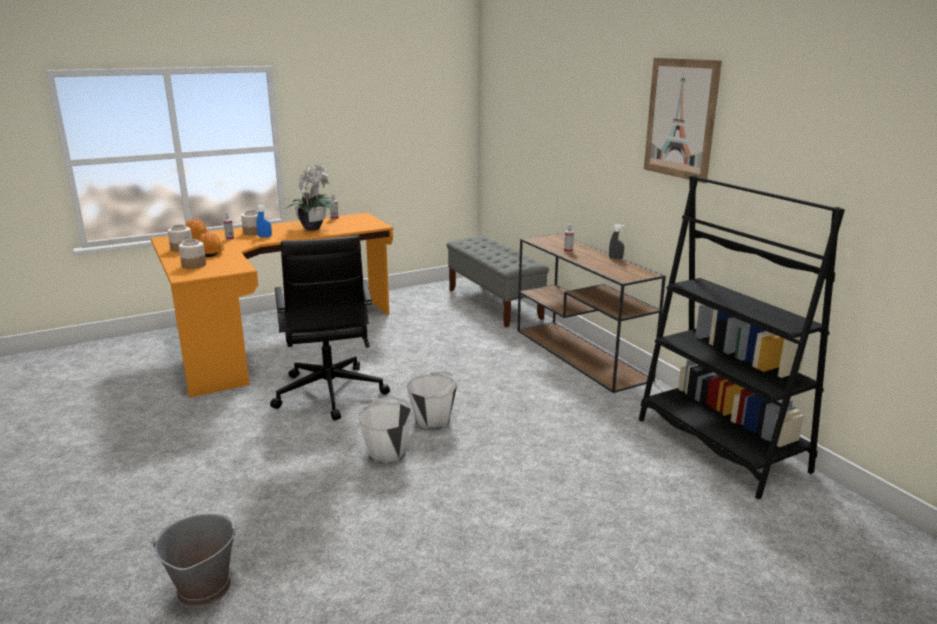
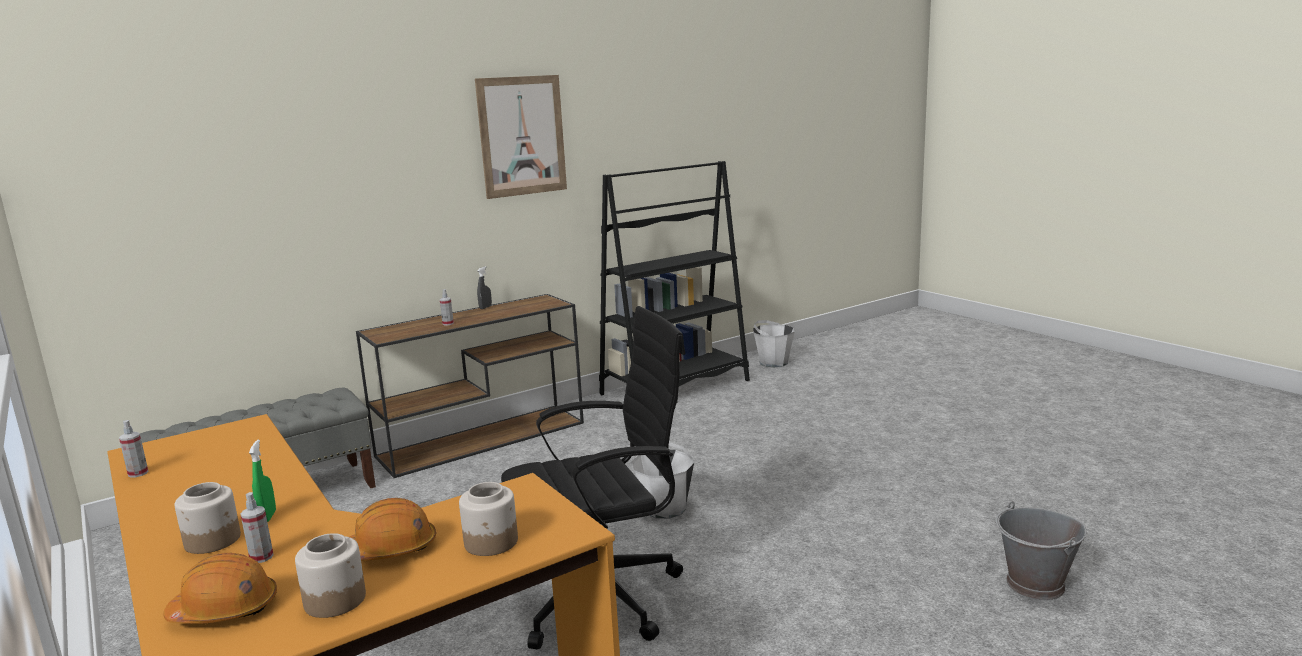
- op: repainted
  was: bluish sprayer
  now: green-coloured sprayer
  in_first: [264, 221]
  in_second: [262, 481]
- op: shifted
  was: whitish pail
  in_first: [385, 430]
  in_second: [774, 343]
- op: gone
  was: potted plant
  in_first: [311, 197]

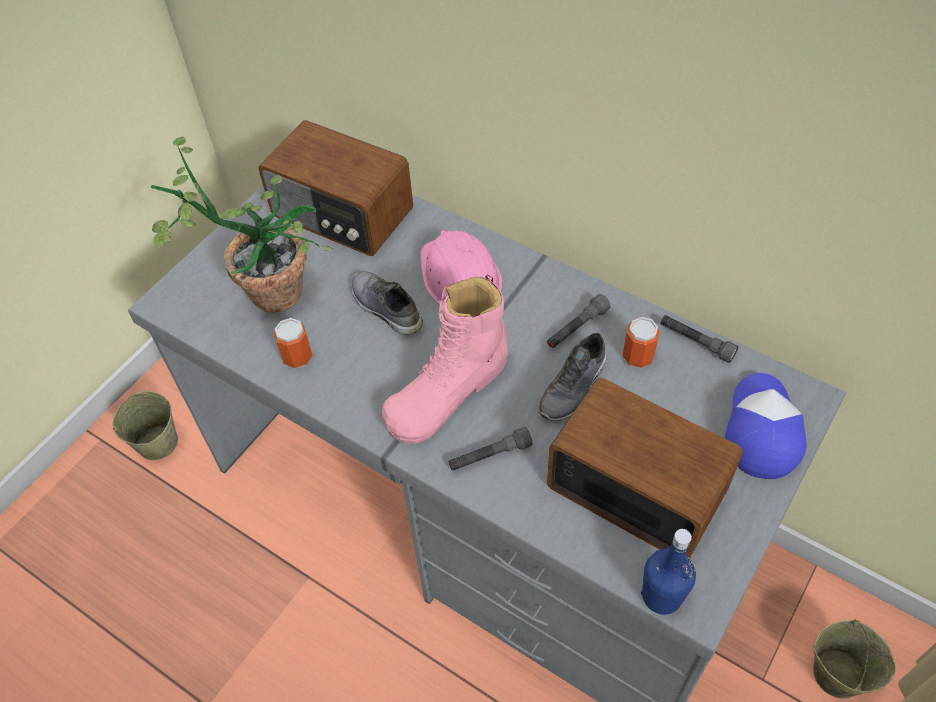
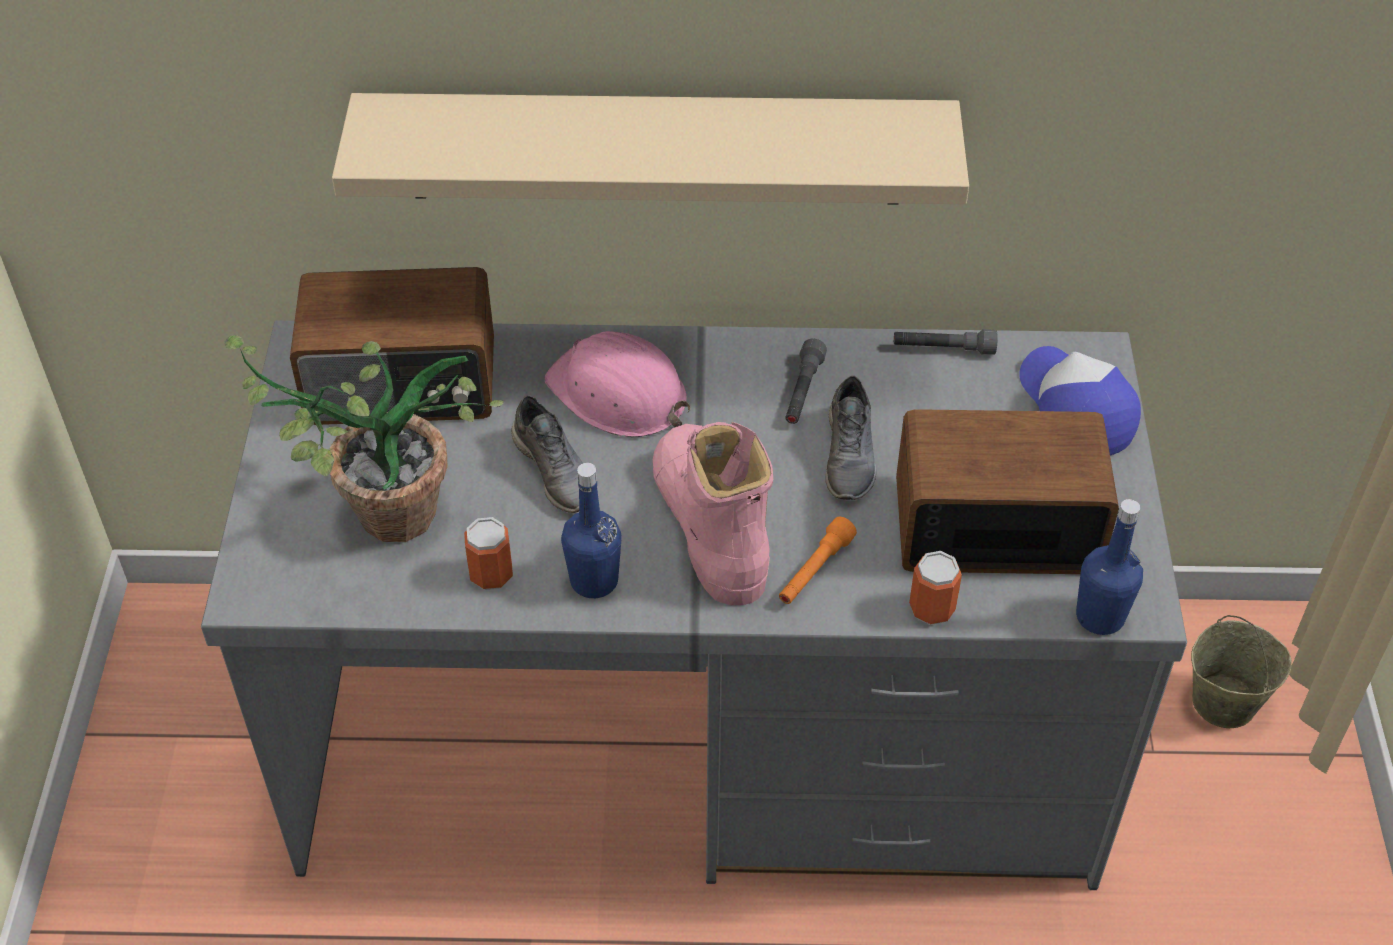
- op: new
  now: beige-coloured bracket shelf
  in_second: [650, 149]
- op: rotated
  was: greyish shoe
  in_first: [387, 303]
  in_second: [547, 454]
  clockwise: -135
- op: new
  now: bluish drink bottle
  in_second: [591, 530]
- op: rotated
  was: pink-coloured tall boot
  in_first: [445, 359]
  in_second: [713, 513]
  clockwise: 150
- op: repainted
  was: greyish torch
  now: orange-coloured torch
  in_first: [491, 449]
  in_second: [818, 560]
- op: shifted
  was: sealed can
  in_first: [641, 342]
  in_second: [935, 588]
- op: gone
  was: beige-coloured pail
  in_first: [145, 425]

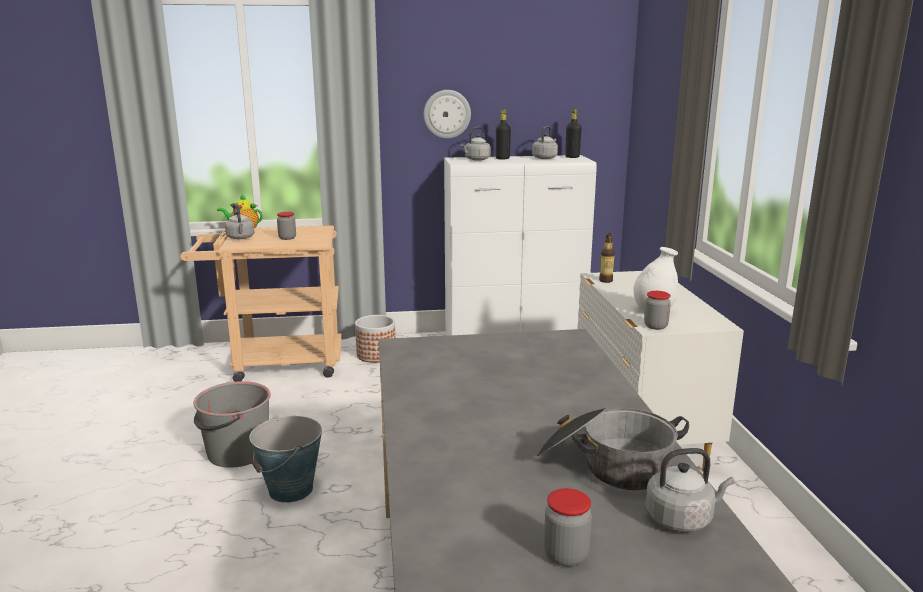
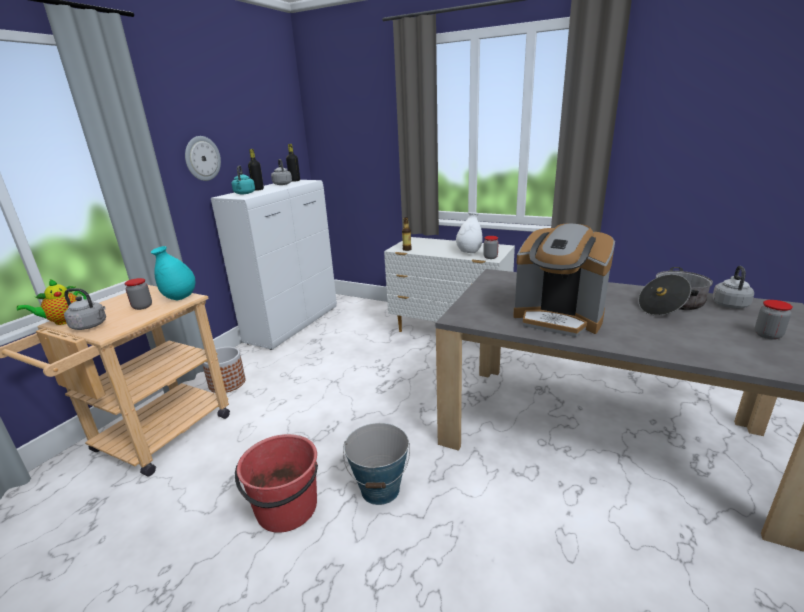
- op: new
  now: turquoise-coloured decorative vase
  in_second: [173, 273]
- op: repainted
  was: greyish tea kettle
  now: turquoise-coloured tea kettle
  in_first: [476, 144]
  in_second: [243, 179]
- op: repainted
  was: greyish pail
  now: red pail
  in_first: [232, 424]
  in_second: [276, 483]
- op: new
  now: coffee maker
  in_second: [564, 280]

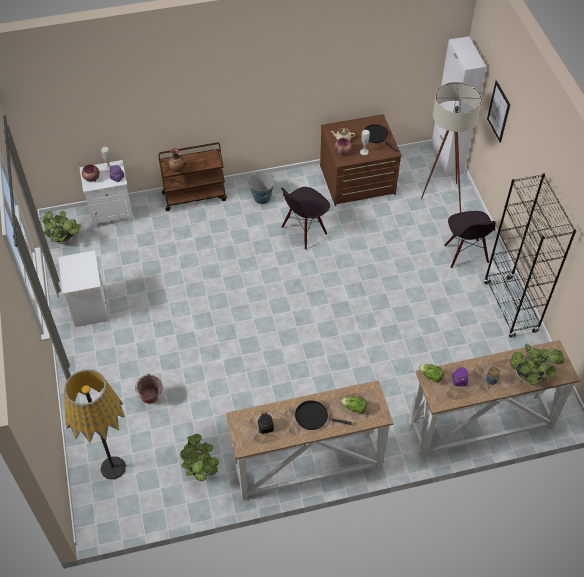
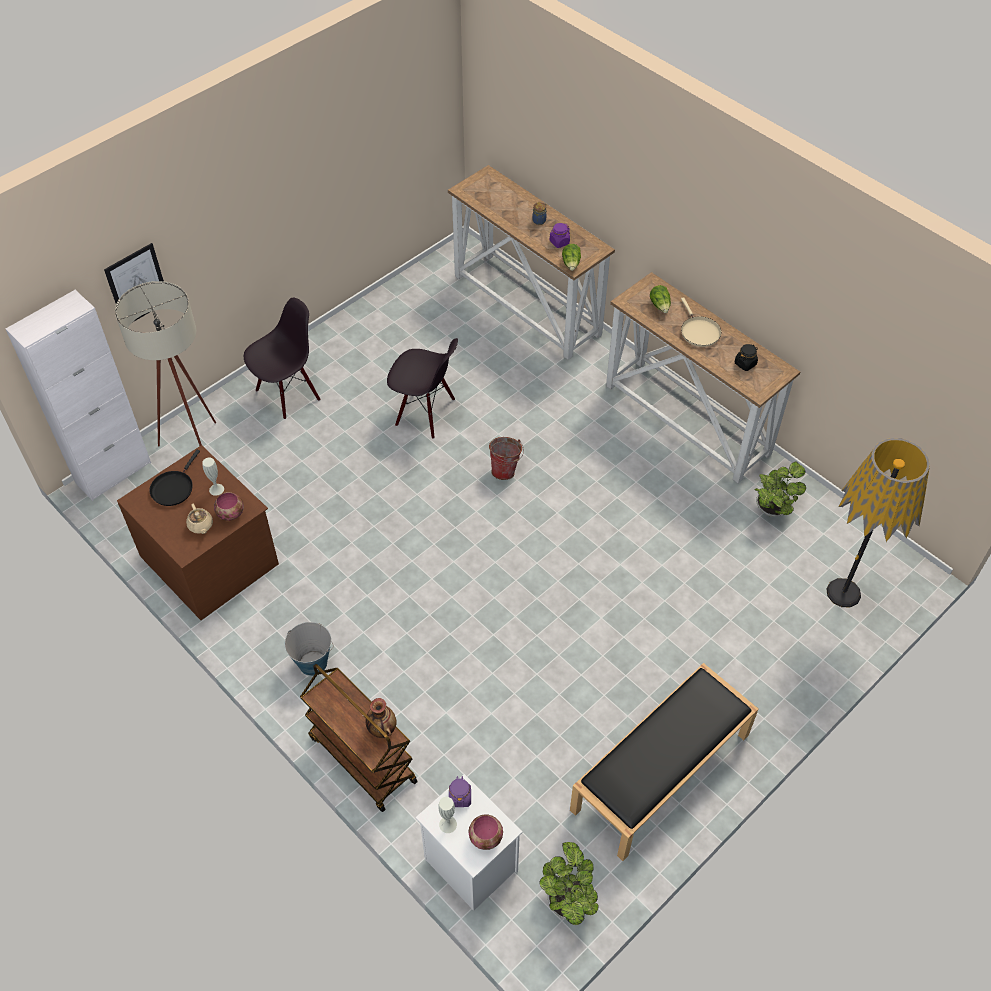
- op: shifted
  was: black-coloured plain chair
  in_first: [305, 218]
  in_second: [422, 388]
- op: shifted
  was: pail
  in_first: [148, 389]
  in_second: [506, 458]
- op: swapped
  was: whitish bedside table
  now: black-coloured long seat
  in_first: [83, 288]
  in_second: [664, 762]
- op: repainted
  was: black-coloured frying pan
  now: beige-coloured frying pan
  in_first: [323, 415]
  in_second: [701, 322]
- op: gone
  was: black-coloured bookcase
  in_first: [530, 256]
- op: gone
  was: potted plant
  in_first: [537, 364]

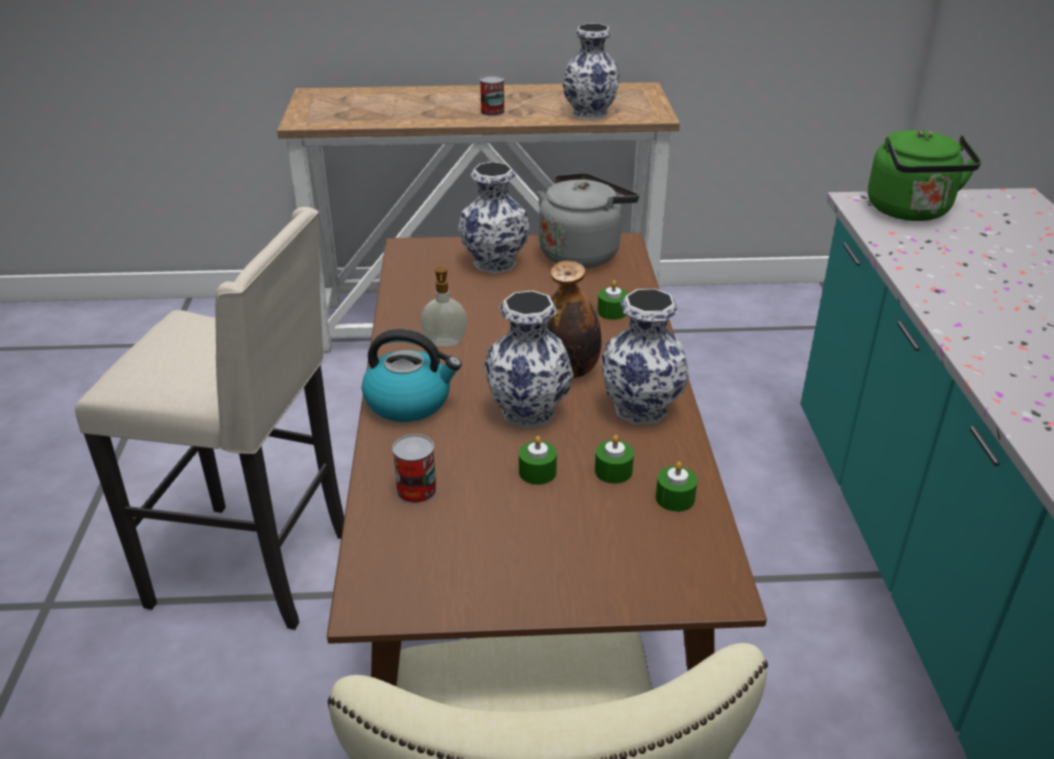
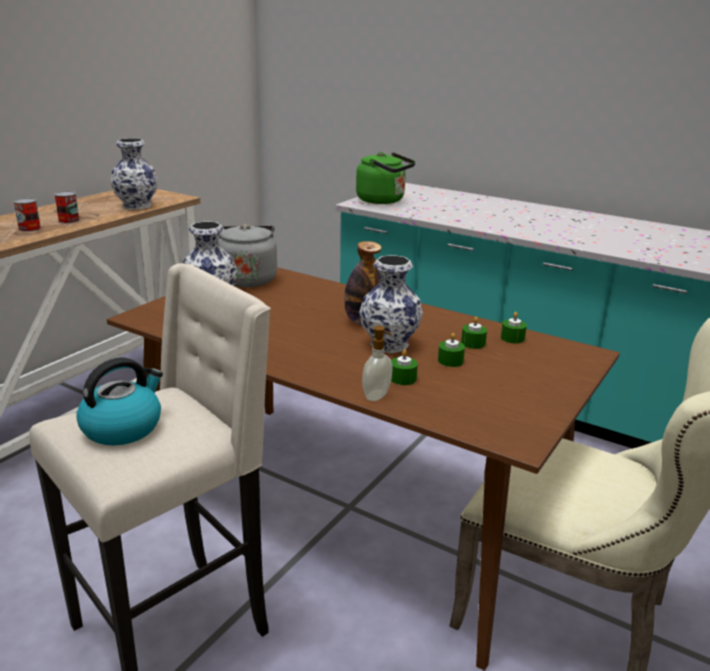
- op: shifted
  was: sealed can
  in_first: [414, 469]
  in_second: [27, 215]
- op: shifted
  was: tea kettle
  in_first: [412, 375]
  in_second: [119, 401]
- op: shifted
  was: soap bottle
  in_first: [444, 307]
  in_second: [377, 363]
- op: shifted
  was: green-coloured wax candle
  in_first: [612, 300]
  in_second: [404, 367]
- op: gone
  was: decorative vase
  in_first: [645, 356]

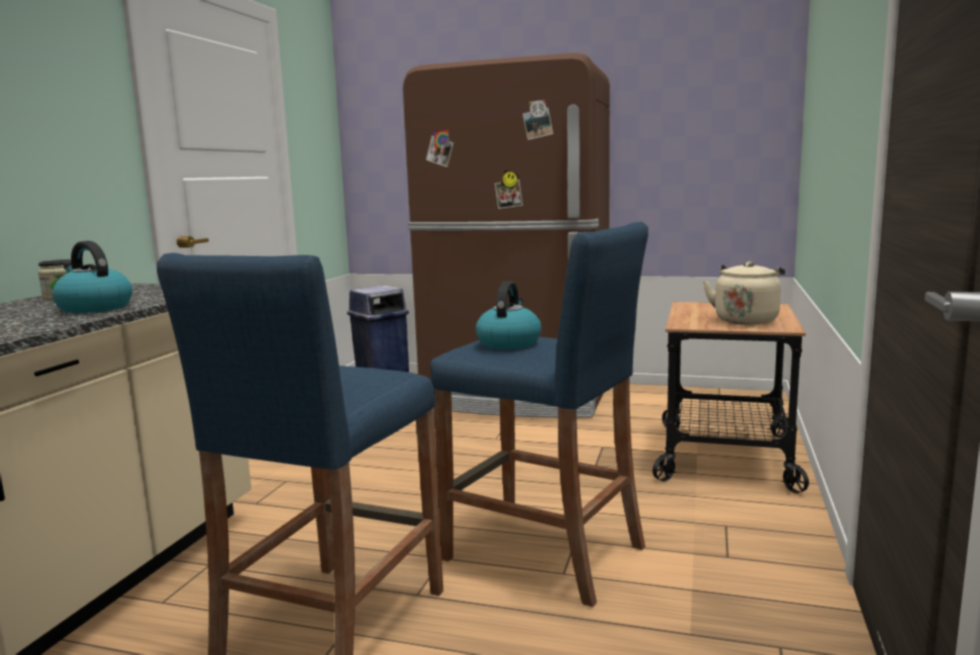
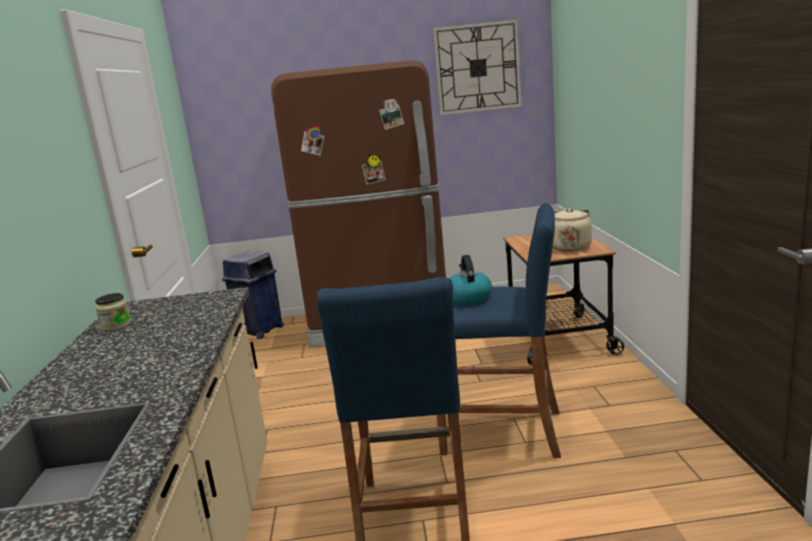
- op: new
  now: clock on the wall
  in_second: [477, 67]
- op: gone
  was: tea kettle
  in_first: [92, 277]

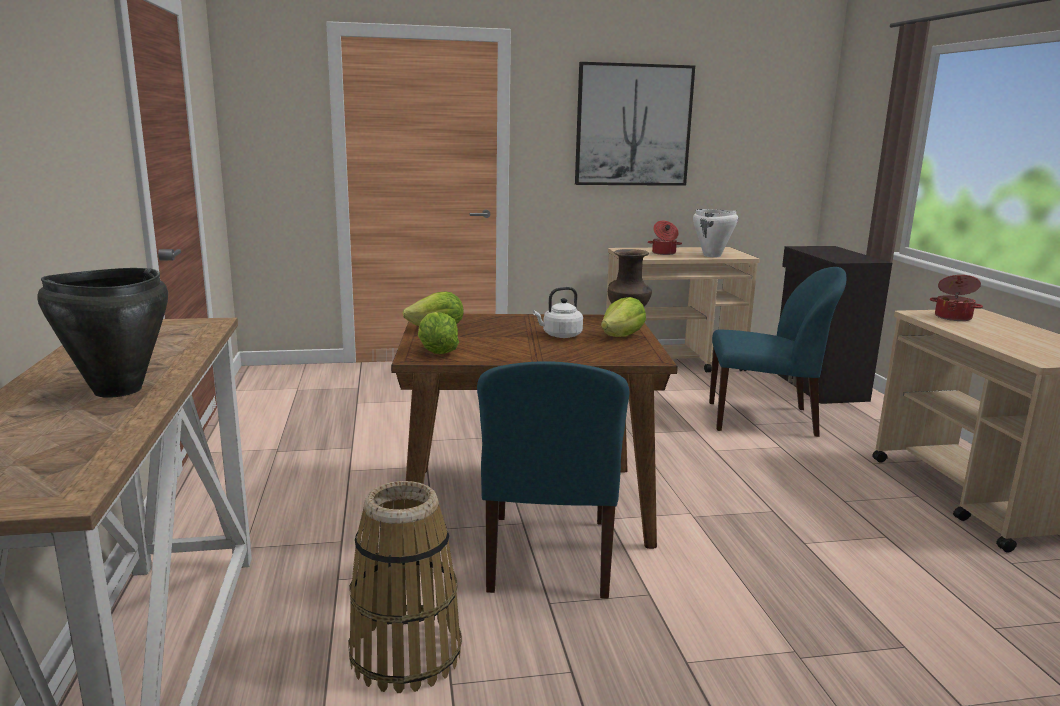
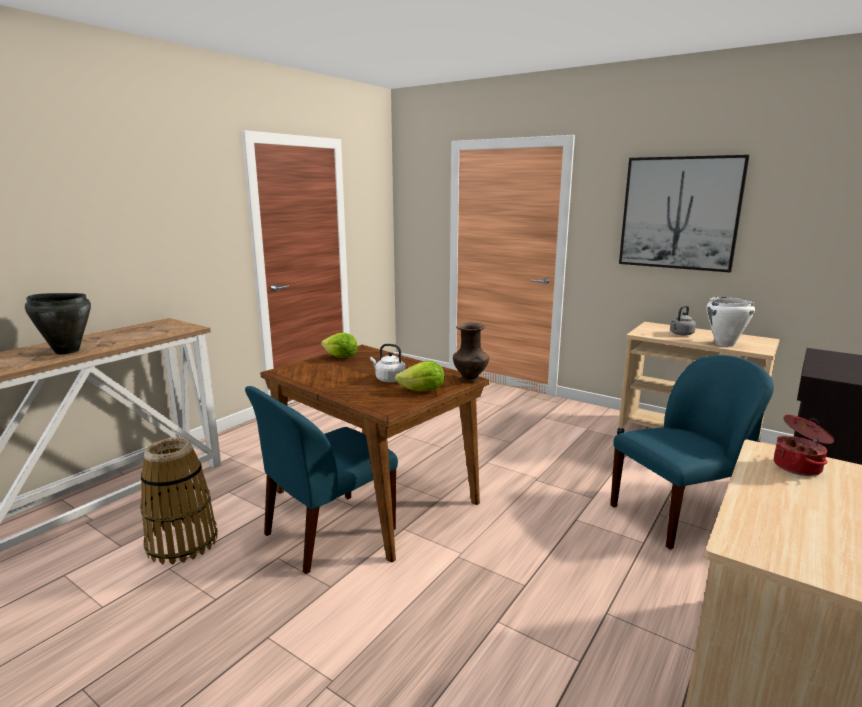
- op: rotated
  was: bluish plain chair
  in_first: [777, 352]
  in_second: [692, 452]
  clockwise: -75
- op: swapped
  was: saucepot
  now: greyish tea kettle
  in_first: [665, 238]
  in_second: [683, 320]
- op: gone
  was: head of lettuce
  in_first: [438, 333]

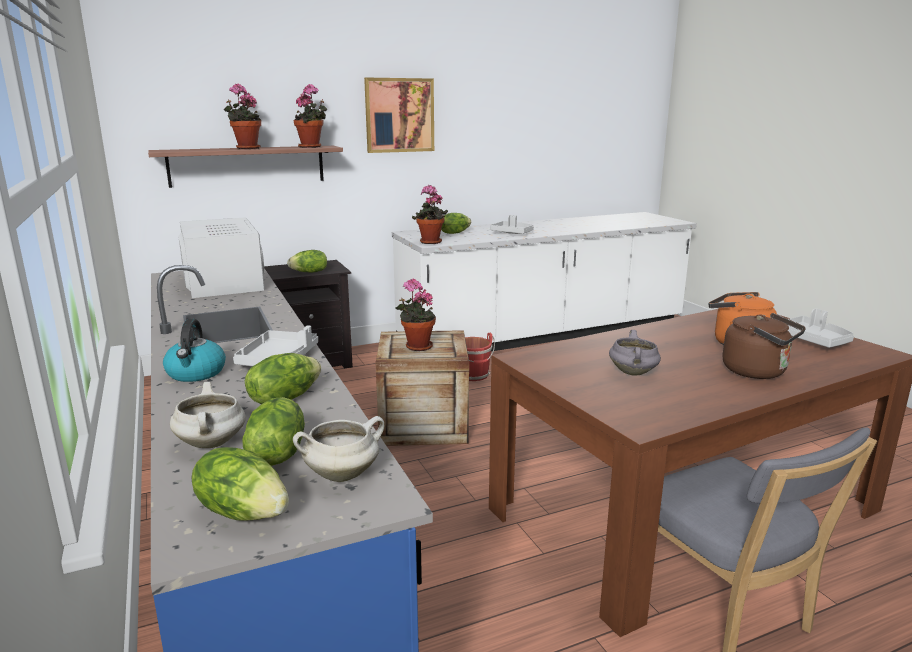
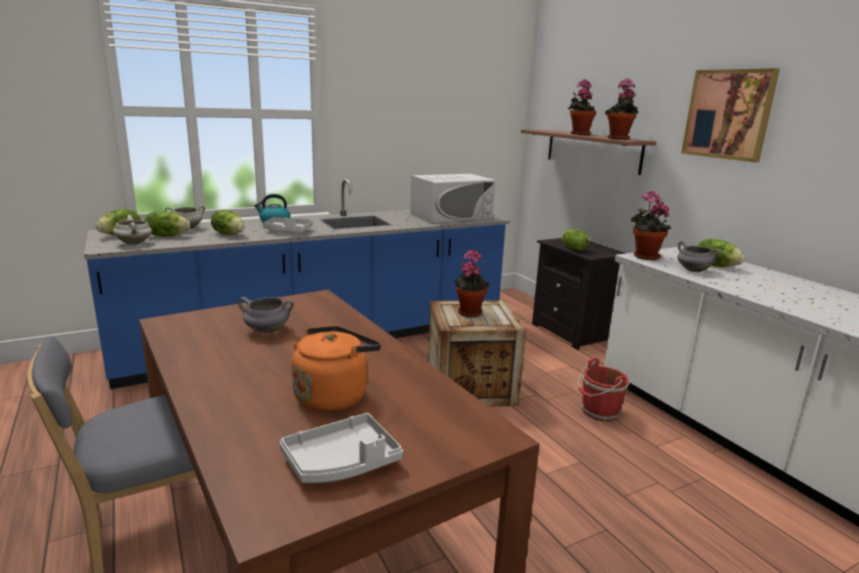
- op: new
  now: greyish saucepot
  in_second: [698, 256]
- op: gone
  was: greyish tray
  in_first: [512, 224]
- op: gone
  was: brown tea kettle
  in_first: [764, 346]

